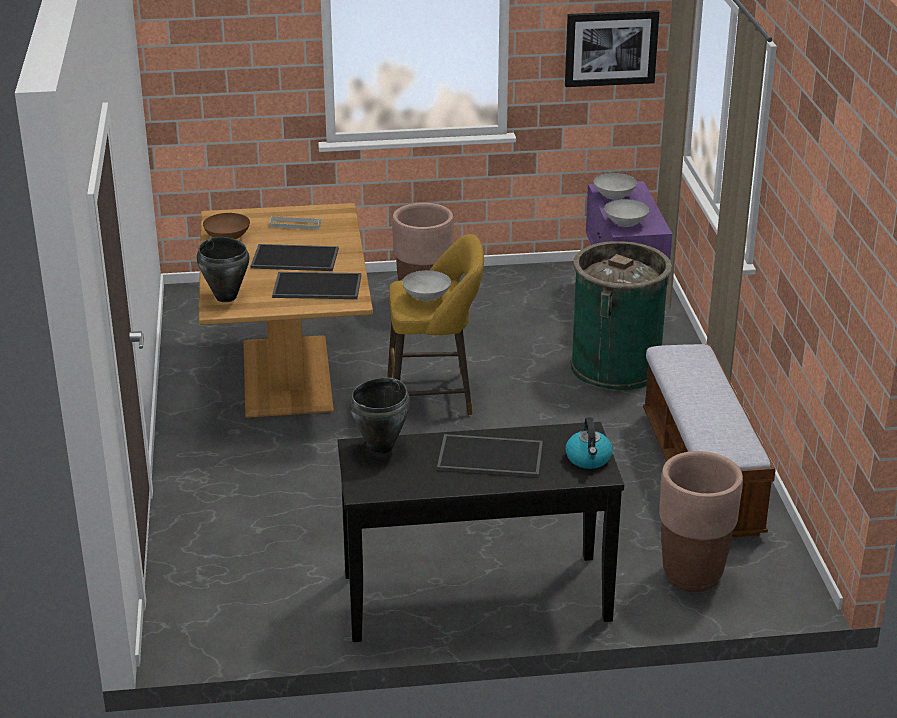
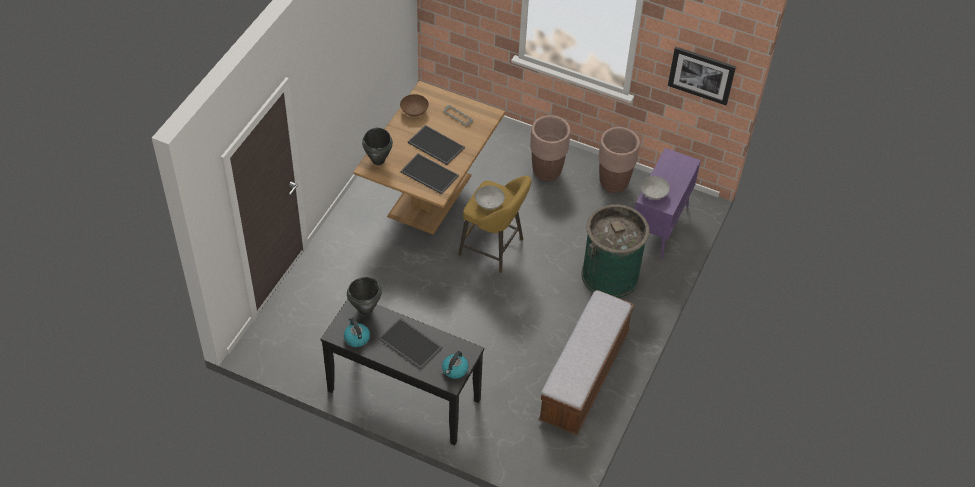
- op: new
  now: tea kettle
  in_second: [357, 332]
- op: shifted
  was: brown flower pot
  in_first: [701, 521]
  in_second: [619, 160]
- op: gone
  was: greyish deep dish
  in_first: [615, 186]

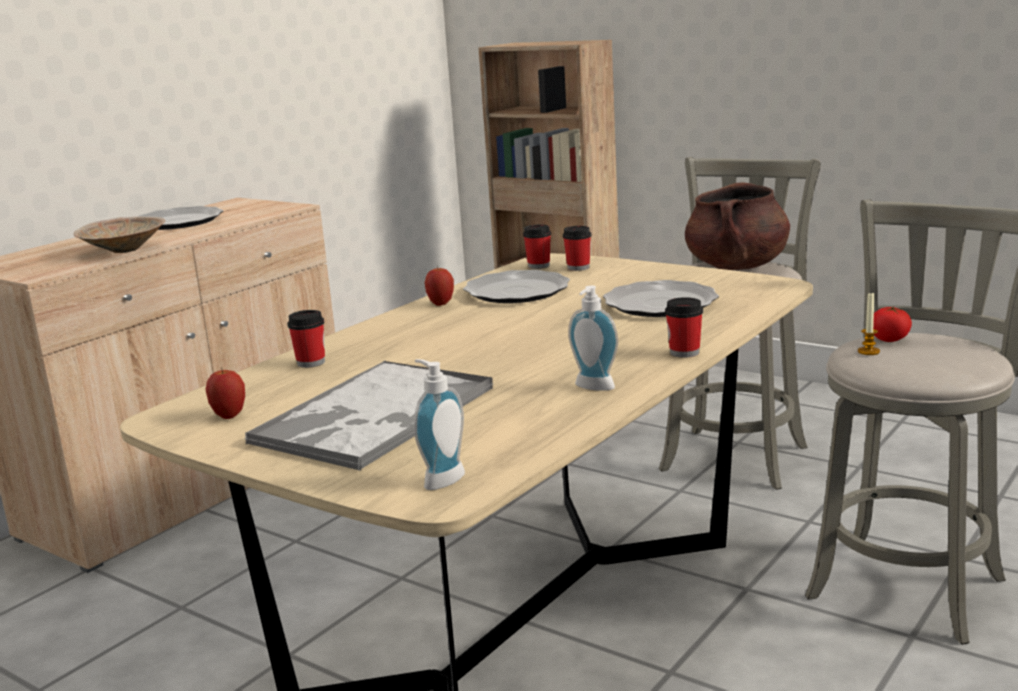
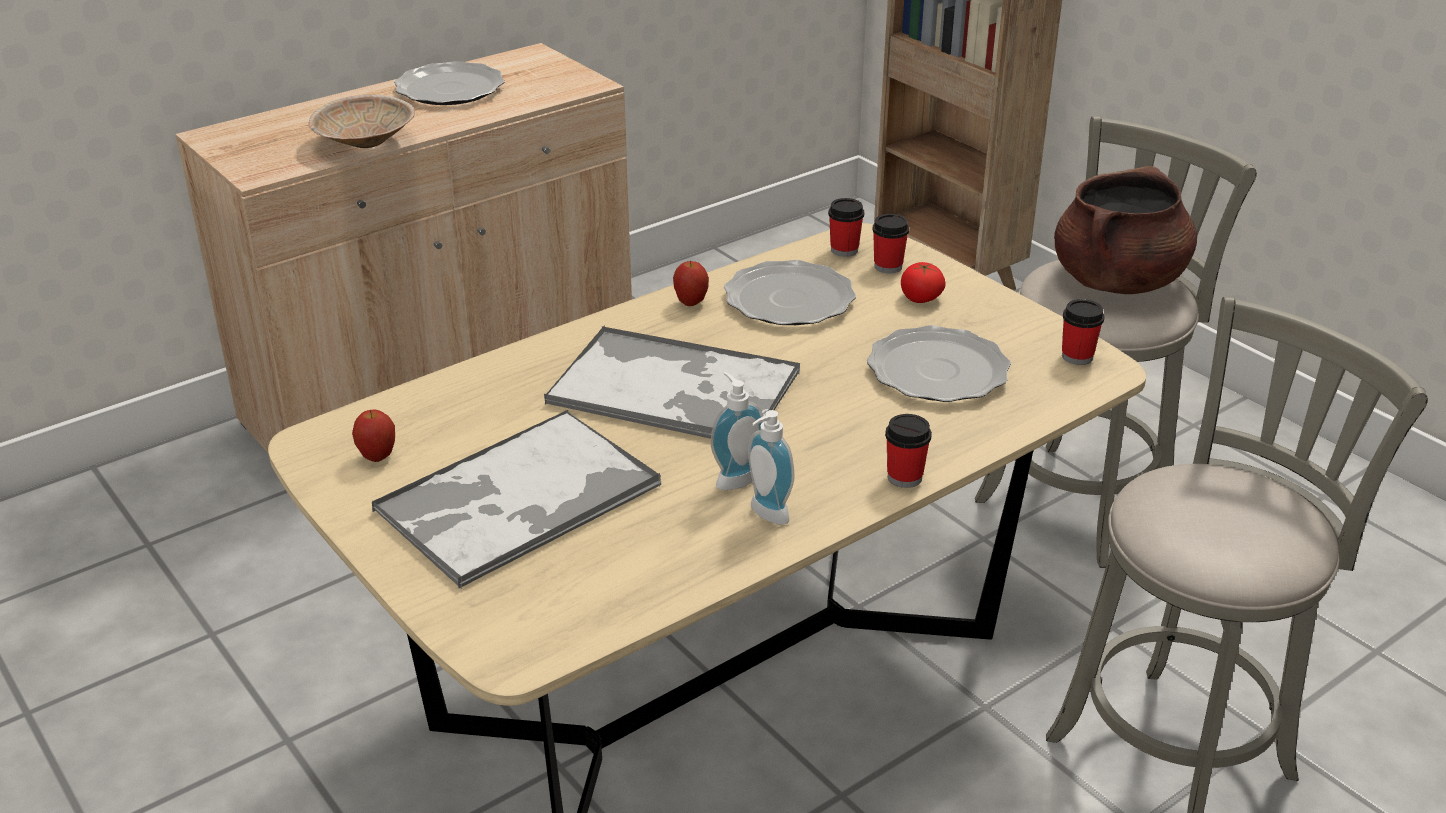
- op: new
  now: tray
  in_second: [672, 382]
- op: shifted
  was: soap bottle
  in_first: [439, 424]
  in_second: [737, 431]
- op: shifted
  was: tomato
  in_first: [892, 324]
  in_second: [923, 282]
- op: shifted
  was: drinking cup
  in_first: [306, 339]
  in_second: [1083, 332]
- op: gone
  was: wax candle
  in_first: [869, 324]

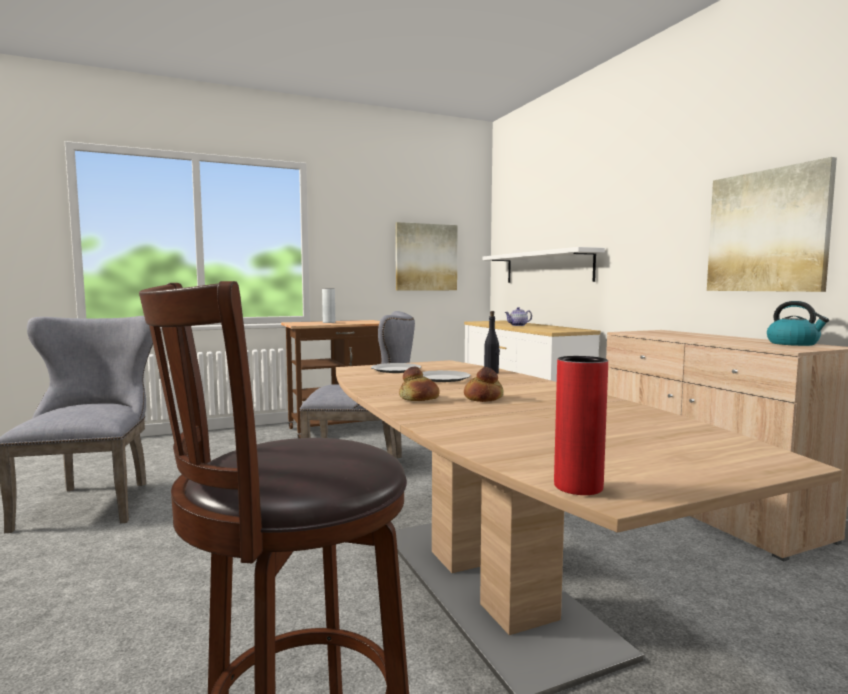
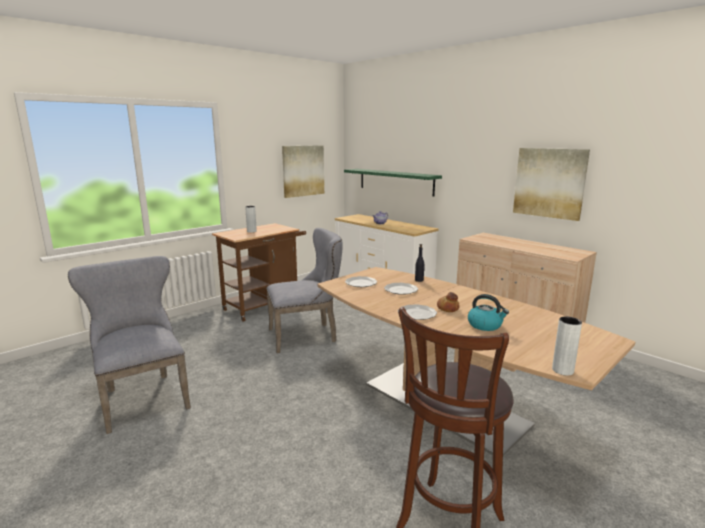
- op: repainted
  was: whitish bracket shelf
  now: green-coloured bracket shelf
  in_first: [543, 265]
  in_second: [393, 182]
- op: swapped
  was: bakery bread
  now: plate
  in_first: [419, 384]
  in_second: [417, 312]
- op: shifted
  was: tea kettle
  in_first: [798, 323]
  in_second: [488, 312]
- op: repainted
  was: red decorative vase
  now: greyish decorative vase
  in_first: [581, 425]
  in_second: [567, 346]

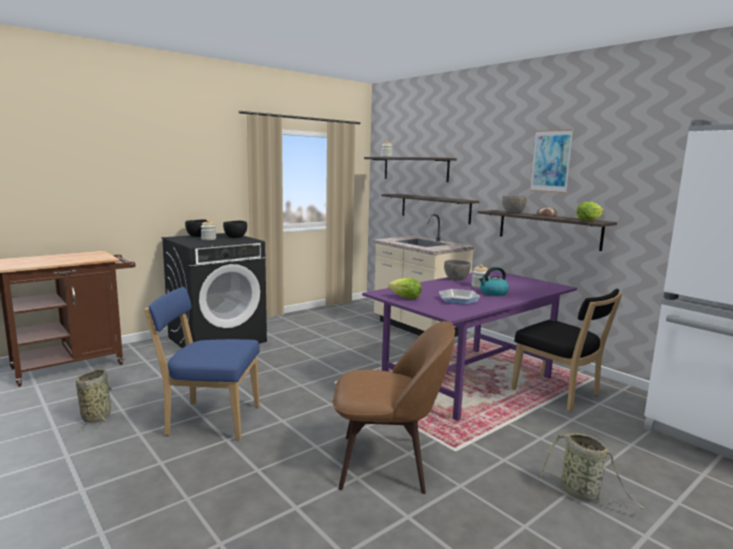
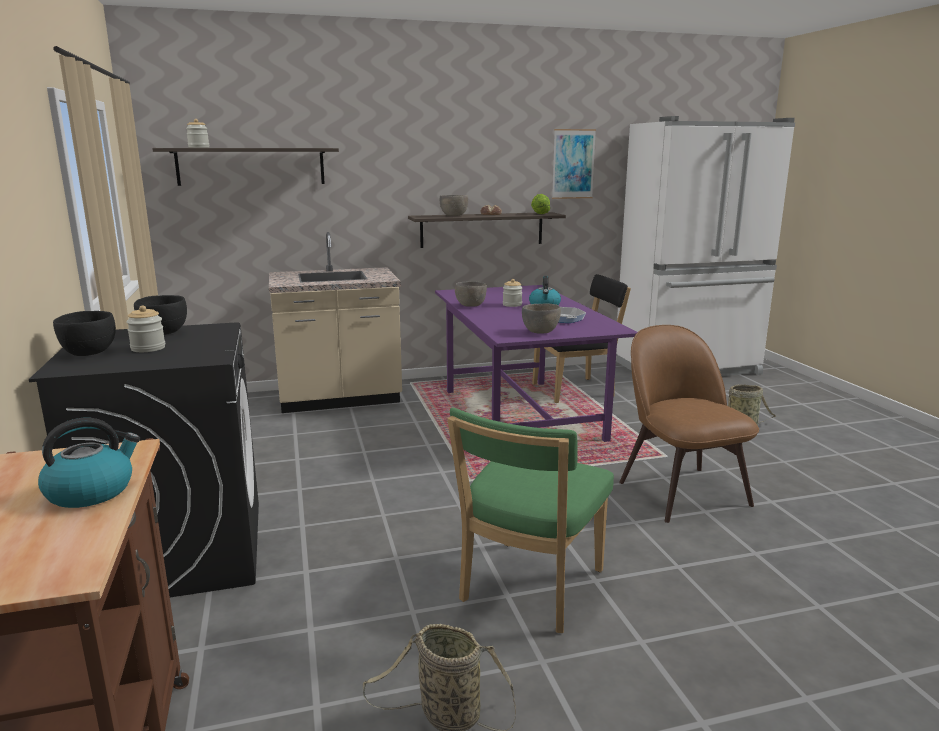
- op: new
  now: tea kettle
  in_second: [89, 463]
- op: repainted
  was: bluish plain chair
  now: green-coloured plain chair
  in_first: [202, 363]
  in_second: [530, 520]
- op: swapped
  was: head of lettuce
  now: greyish deep dish
  in_first: [405, 288]
  in_second: [541, 318]
- op: shifted
  was: wall art
  in_first: [551, 161]
  in_second: [574, 164]
- op: rotated
  was: brown plain chair
  in_first: [393, 407]
  in_second: [689, 424]
  clockwise: -45
- op: gone
  was: bracket shelf
  in_first: [430, 209]

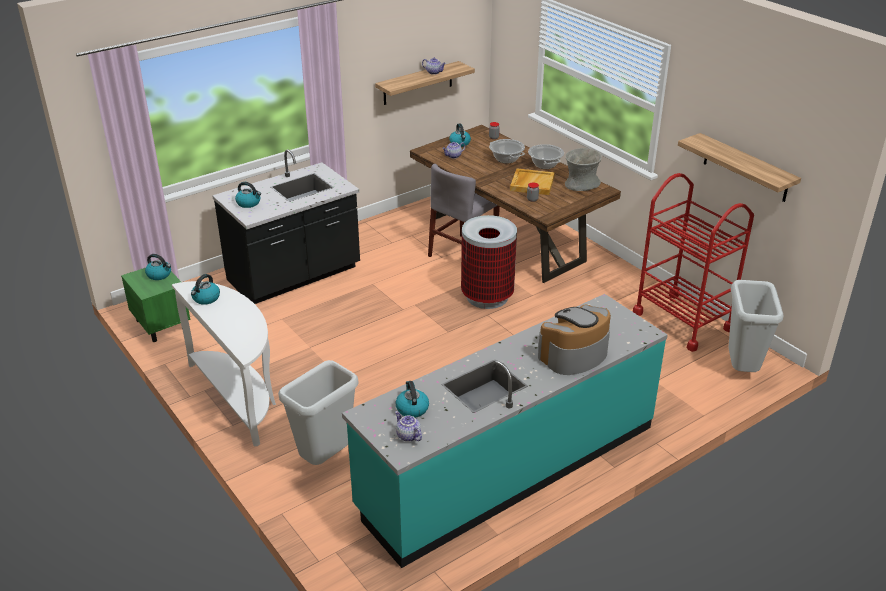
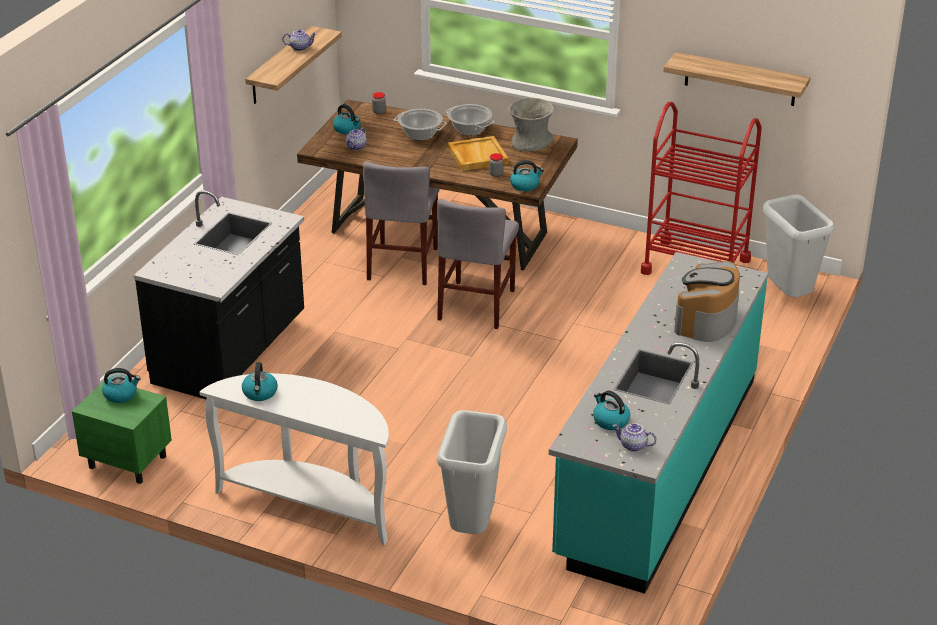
- op: swapped
  was: waste bin
  now: greyish plain chair
  in_first: [489, 262]
  in_second: [478, 263]
- op: shifted
  was: tea kettle
  in_first: [248, 195]
  in_second: [527, 175]

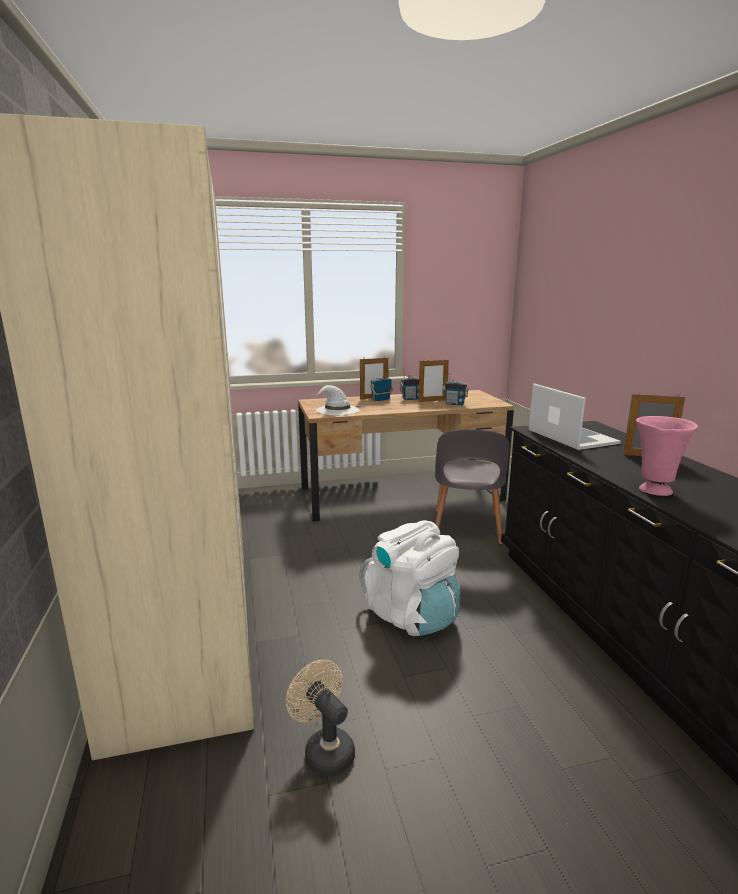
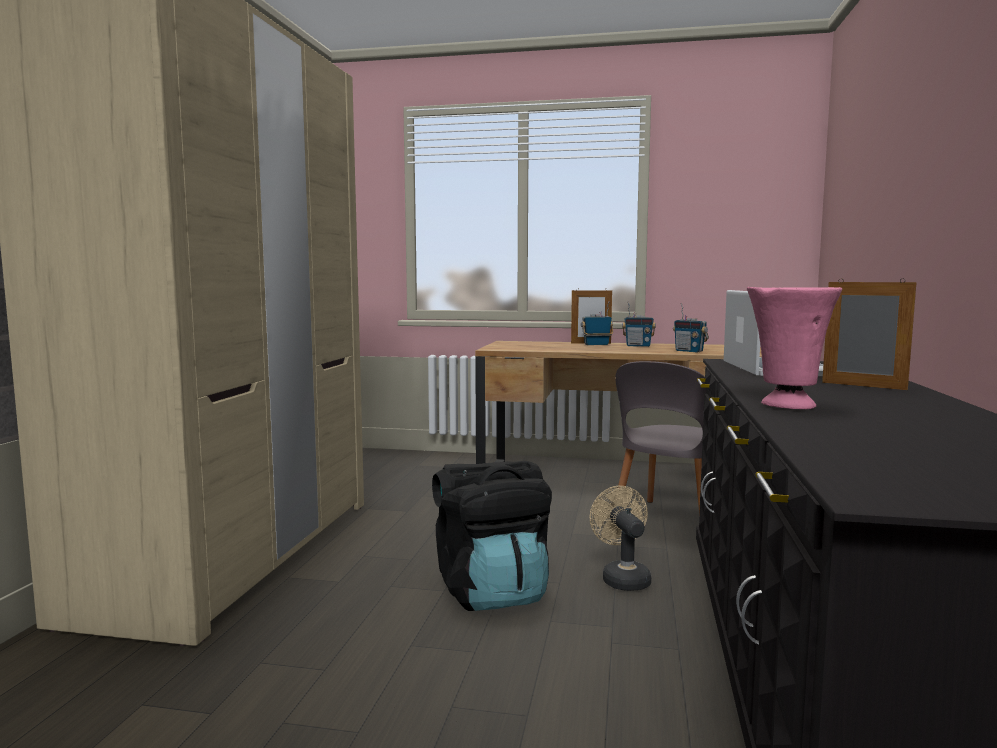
- op: repainted
  was: whitish rucksack
  now: black-coloured rucksack
  in_first: [410, 578]
  in_second: [492, 536]
- op: shifted
  was: beige-coloured electric fan
  in_first: [320, 718]
  in_second: [620, 538]
- op: gone
  was: whitish hat
  in_first: [337, 400]
- op: gone
  was: picture frame
  in_first: [433, 380]

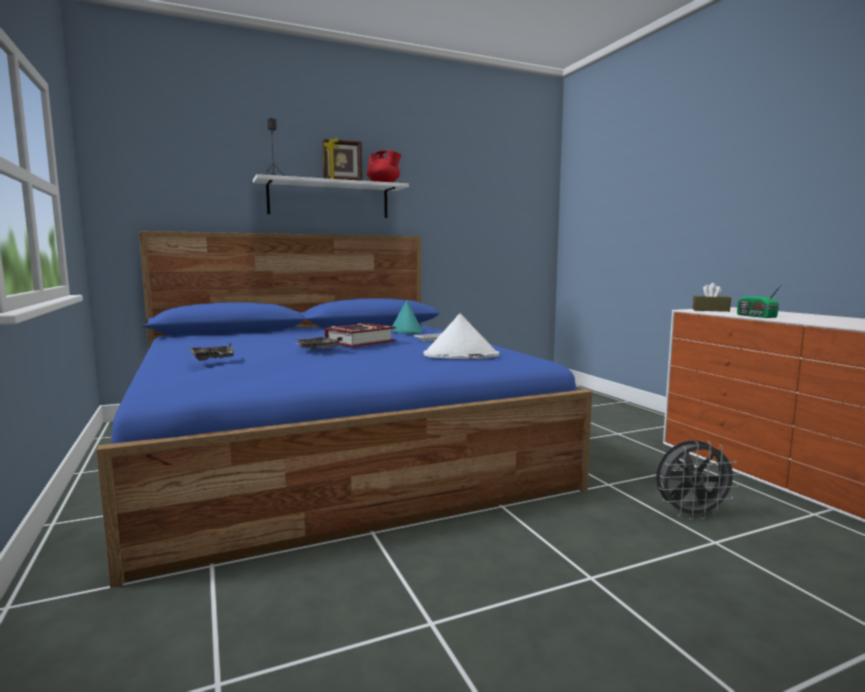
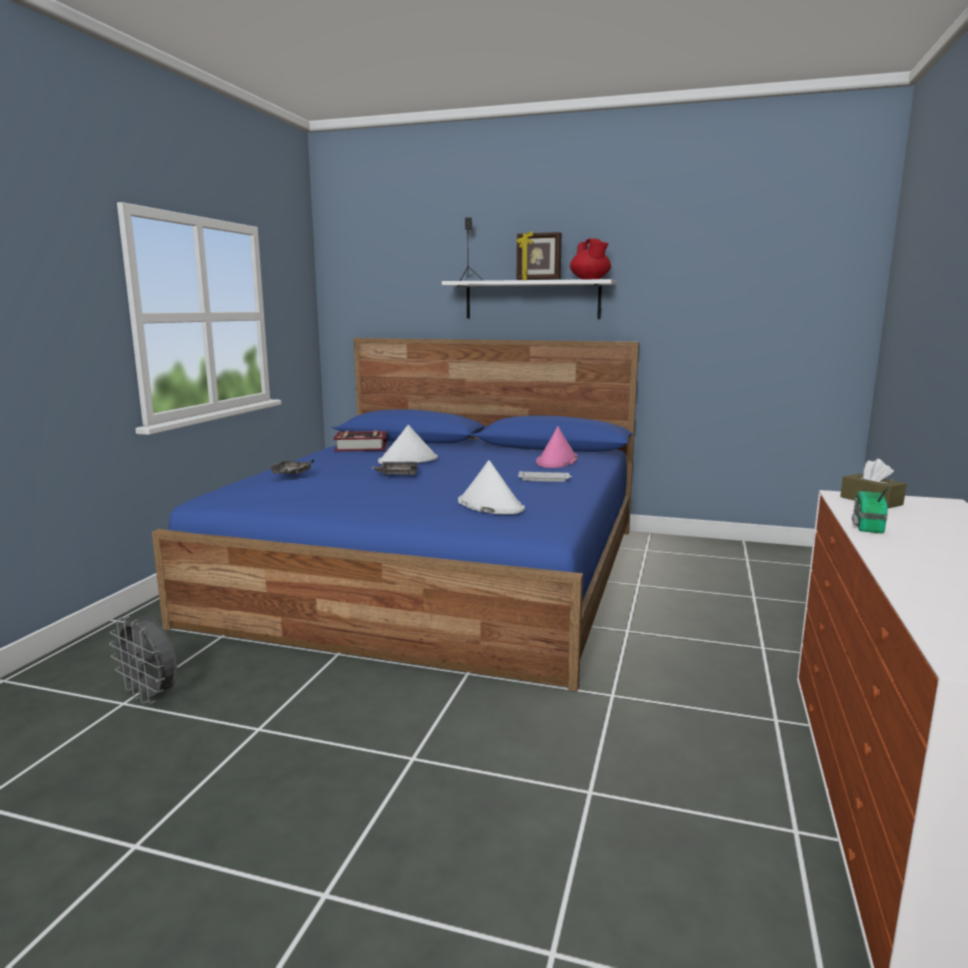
- op: shifted
  was: greyish electric fan
  in_first: [698, 480]
  in_second: [143, 659]
- op: shifted
  was: bound book
  in_first: [360, 335]
  in_second: [360, 441]
- op: new
  now: whitish hat
  in_second: [408, 444]
- op: repainted
  was: turquoise-coloured hat
  now: pink-coloured hat
  in_first: [407, 317]
  in_second: [557, 447]

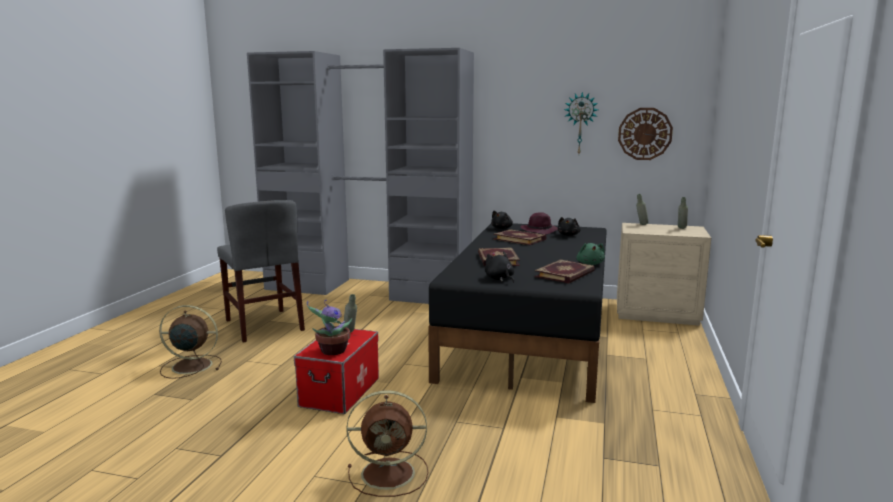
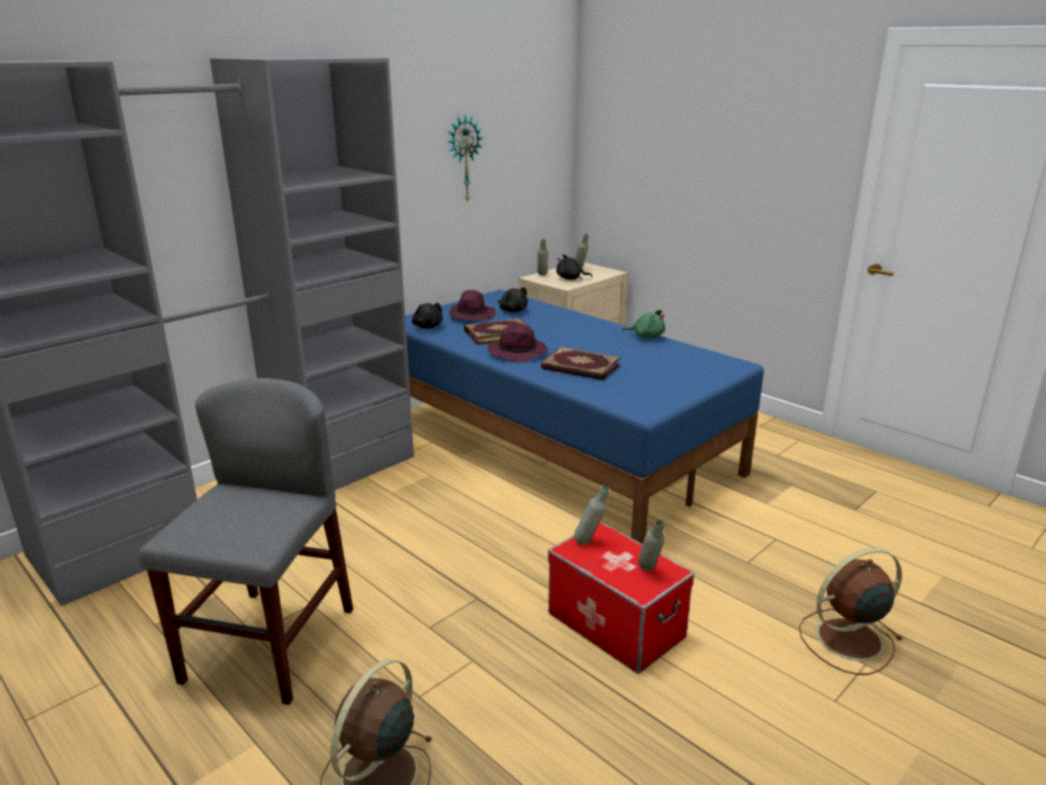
- op: rotated
  was: greyish plain chair
  in_first: [261, 271]
  in_second: [246, 541]
  clockwise: -75
- op: repainted
  was: black-coloured sleeping bed
  now: bluish sleeping bed
  in_first: [517, 313]
  in_second: [584, 417]
- op: new
  now: purple hat
  in_second: [517, 343]
- op: shifted
  was: black-coloured soft toy
  in_first: [499, 267]
  in_second: [574, 267]
- op: swapped
  was: potted plant
  now: greyish drink bottle
  in_first: [329, 327]
  in_second: [651, 545]
- op: rotated
  was: brown electric fan
  in_first: [387, 443]
  in_second: [851, 611]
  clockwise: -135
- op: gone
  was: bound book
  in_first: [565, 271]
- op: gone
  was: clock on the wall
  in_first: [645, 134]

